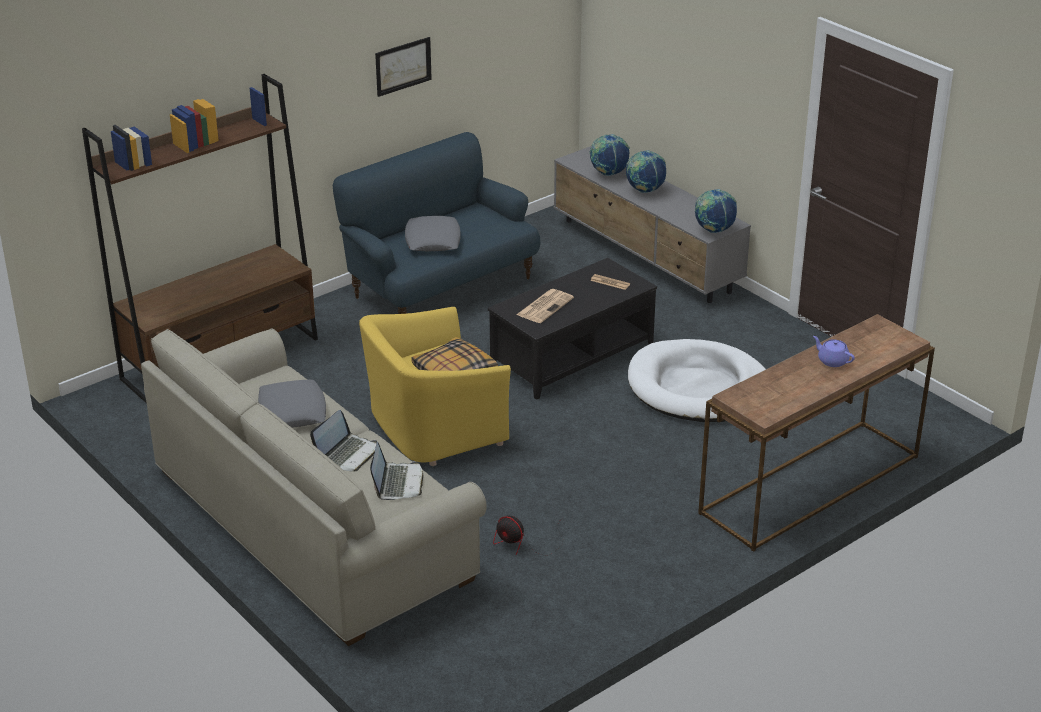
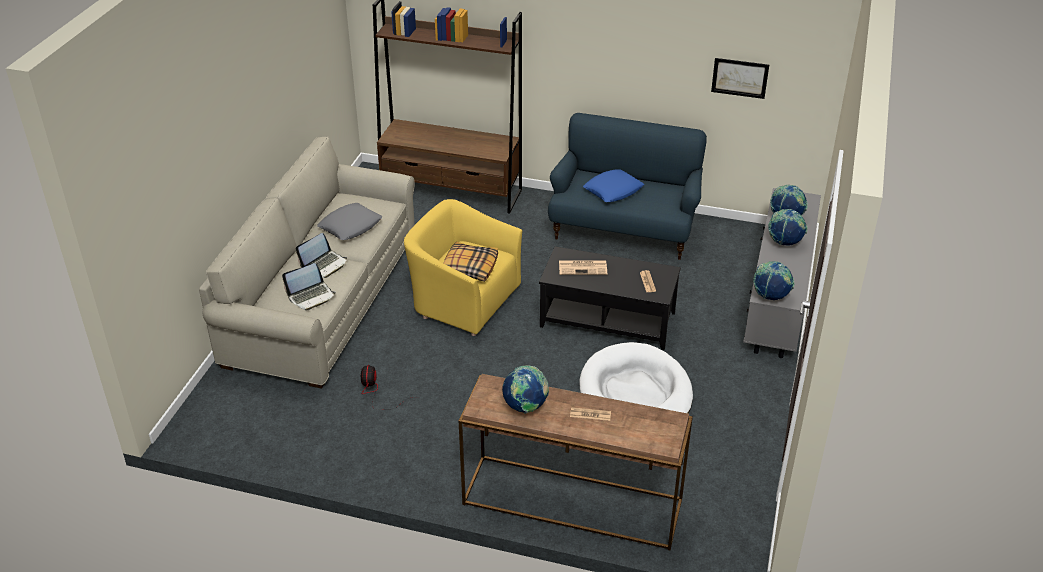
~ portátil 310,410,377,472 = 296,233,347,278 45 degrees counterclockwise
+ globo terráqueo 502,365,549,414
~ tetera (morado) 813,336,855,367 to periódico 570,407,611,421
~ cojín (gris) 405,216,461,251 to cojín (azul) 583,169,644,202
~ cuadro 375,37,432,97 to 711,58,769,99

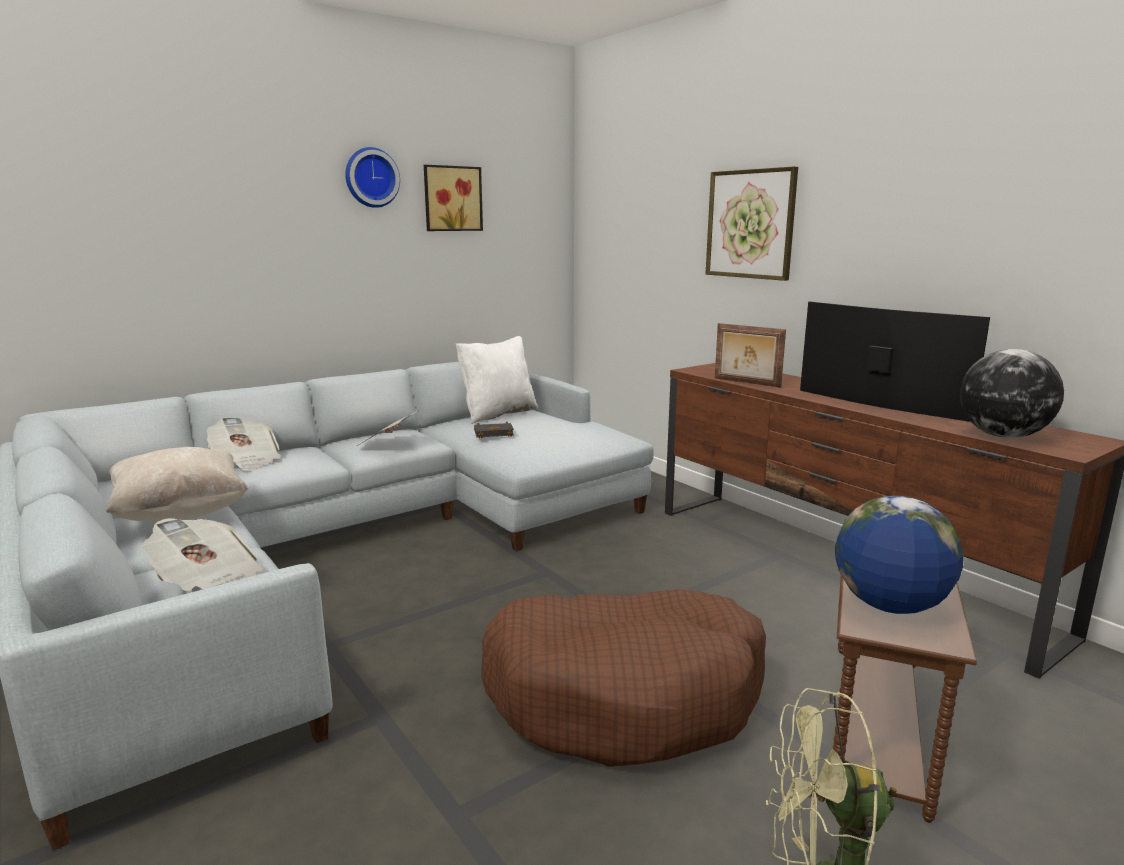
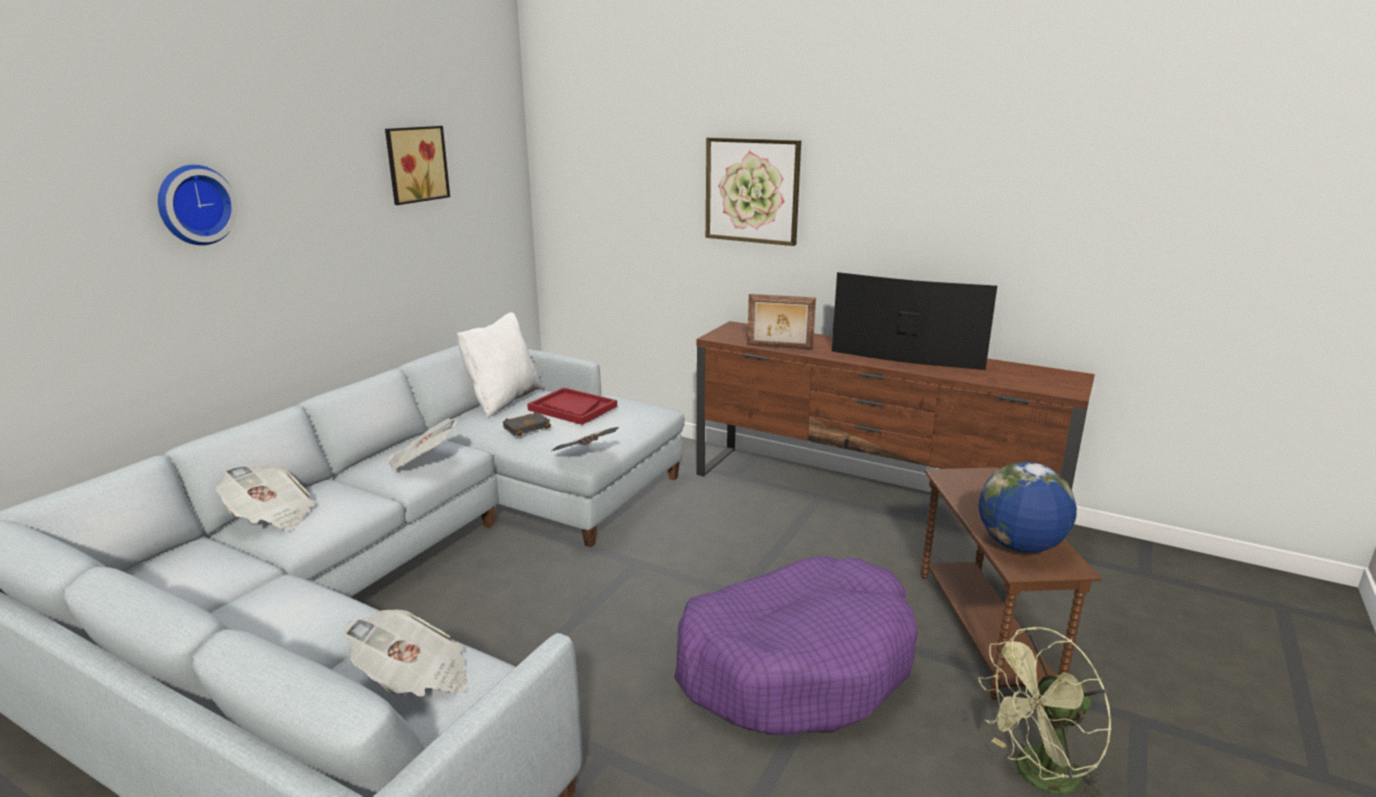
~ reloj de pared 345,147,400,208 to 158,165,238,245
+ bandeja (rojo) 527,387,617,425
+ periódico 552,427,619,451
~ cama para perro (marrón) 481,589,766,767 to cama para perro (morado) 674,556,918,735
- cojín (beis) 105,447,249,522
- globo terráqueo 960,349,1064,438

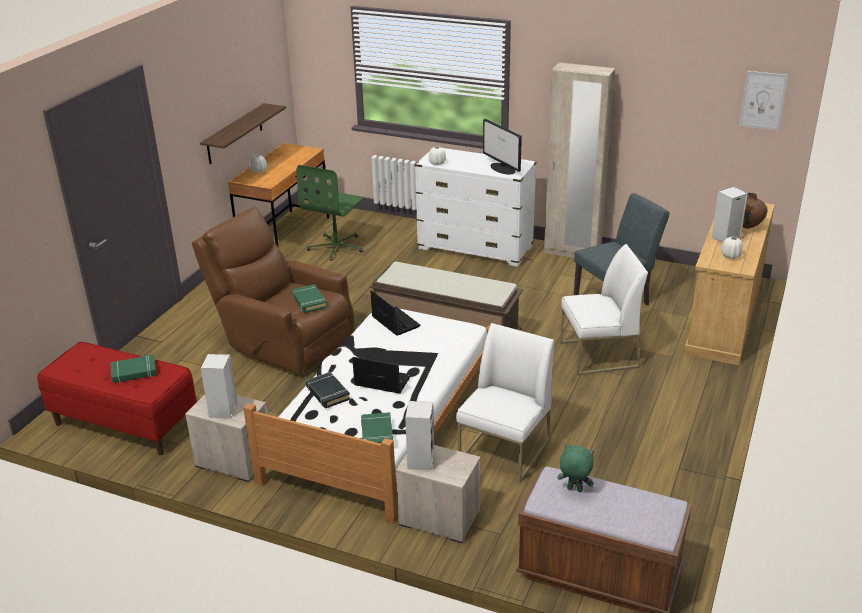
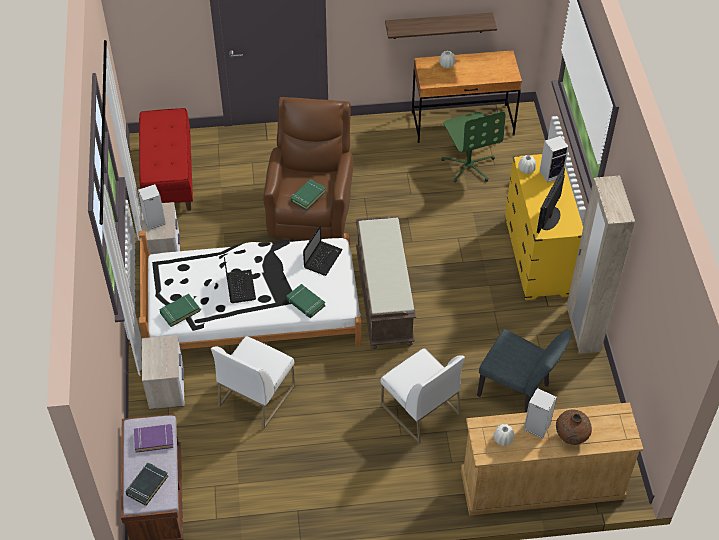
~ libro (negro) 306,372,350,408 to 125,463,168,506
~ peluche (verde) 557,444,594,492 to libro (morado) 134,424,173,453
~ silla (blanco) 456,323,554,483 = 211,336,295,429 120 degrees clockwise
~ libro (verde) 110,355,157,383 to 286,284,325,318
~ silla de oficina (verde) 296,165,364,261 = 441,111,505,183 105 degrees counterclockwise
~ cómoda (blanco) 415,148,537,267 to cómoda (amarillo) 505,154,583,300
~ altavoz 405,401,434,470 to 539,136,569,183
- cuadro 739,71,788,131

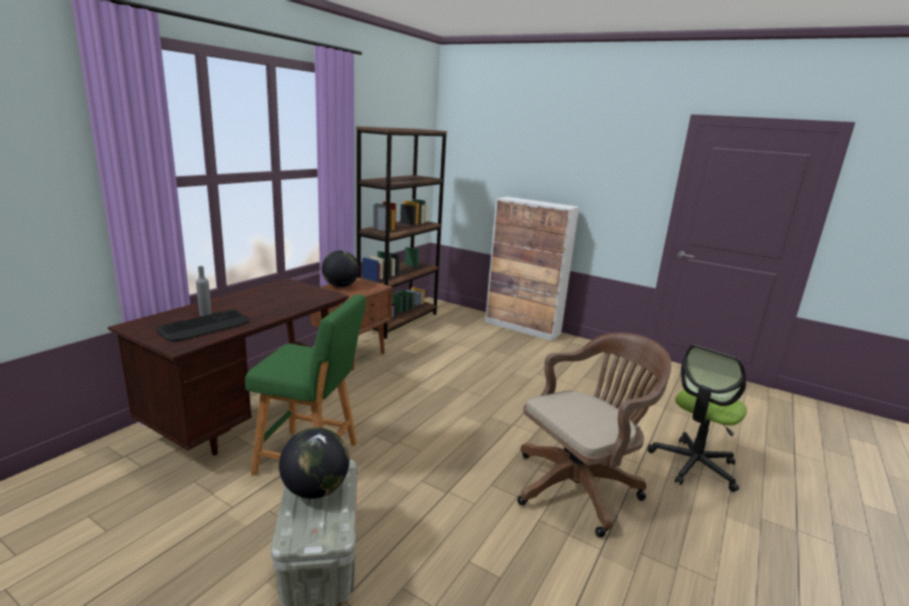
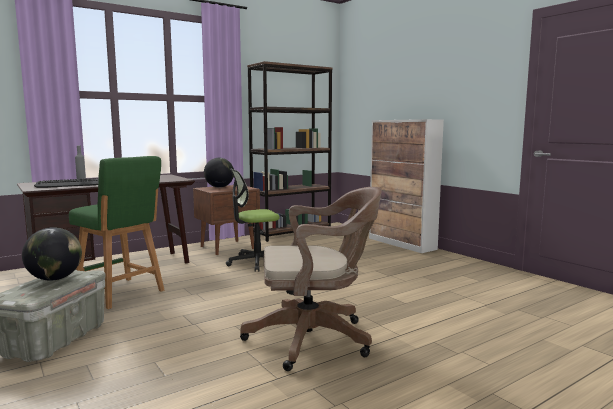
~ silla de oficina 647,345,747,492 to 226,169,280,272

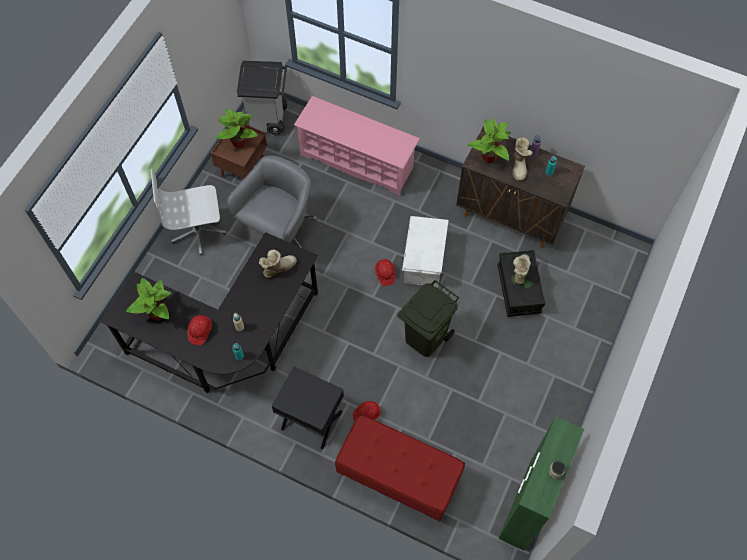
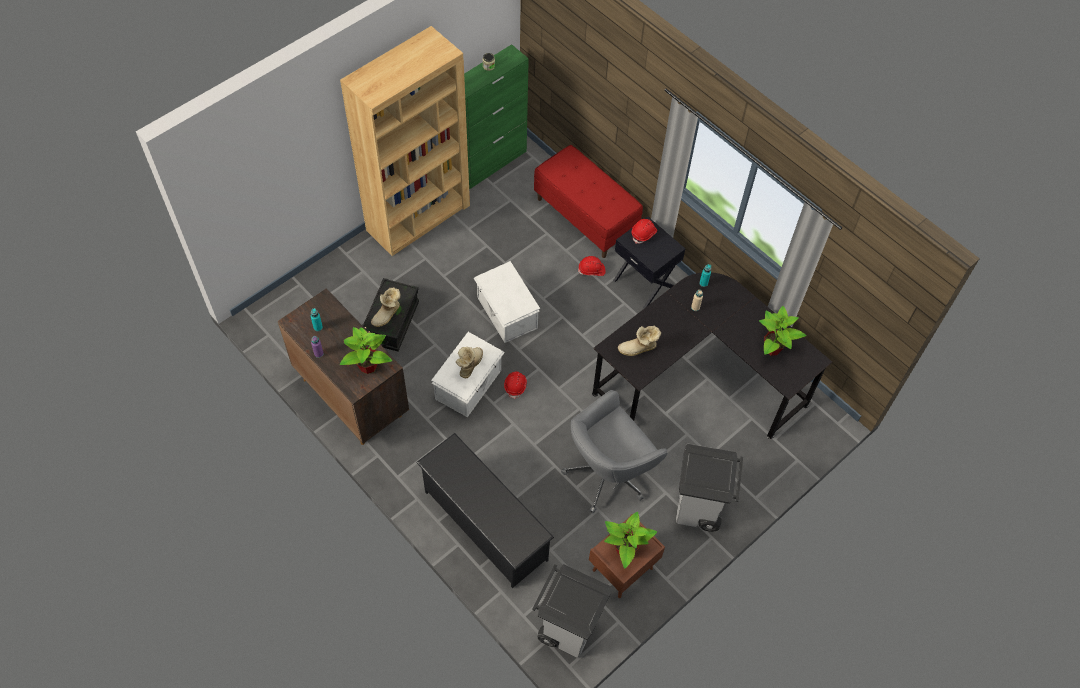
+ estantería (marrón) 340,26,470,256
~ zapatero (rosa) 294,96,420,196 to zapatero (negro) 416,433,554,588
~ bota 512,137,533,181 to 456,347,483,378
~ papelera (verde) 397,280,459,357 to caja de almacenaje (blanco) 474,261,540,343
~ casco (rojo) 187,315,212,345 to 632,219,657,244
~ silla de oficina (blanco) 151,169,226,255 to papelera (gris) 676,443,743,532

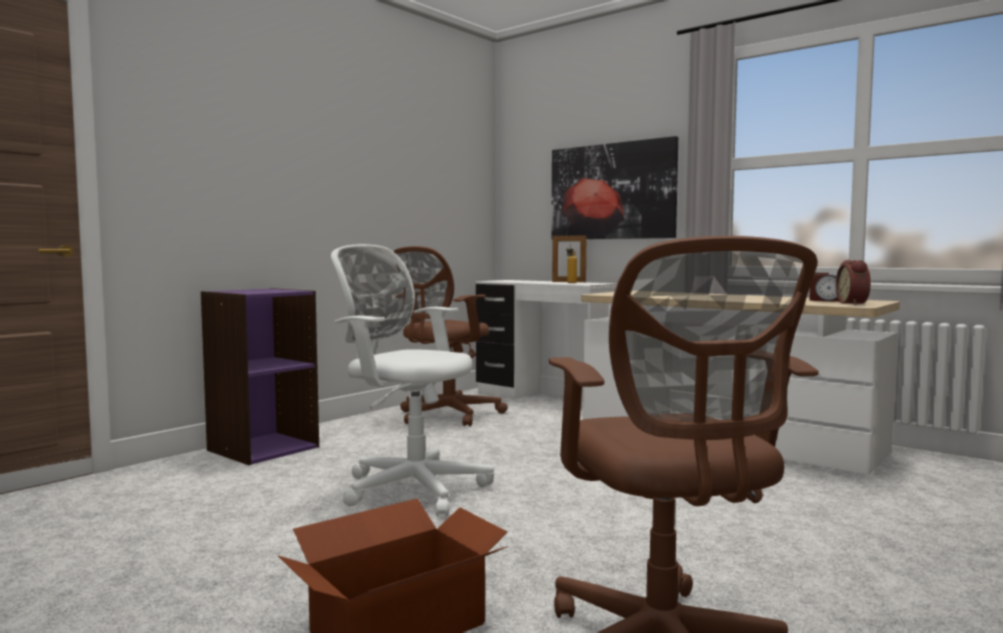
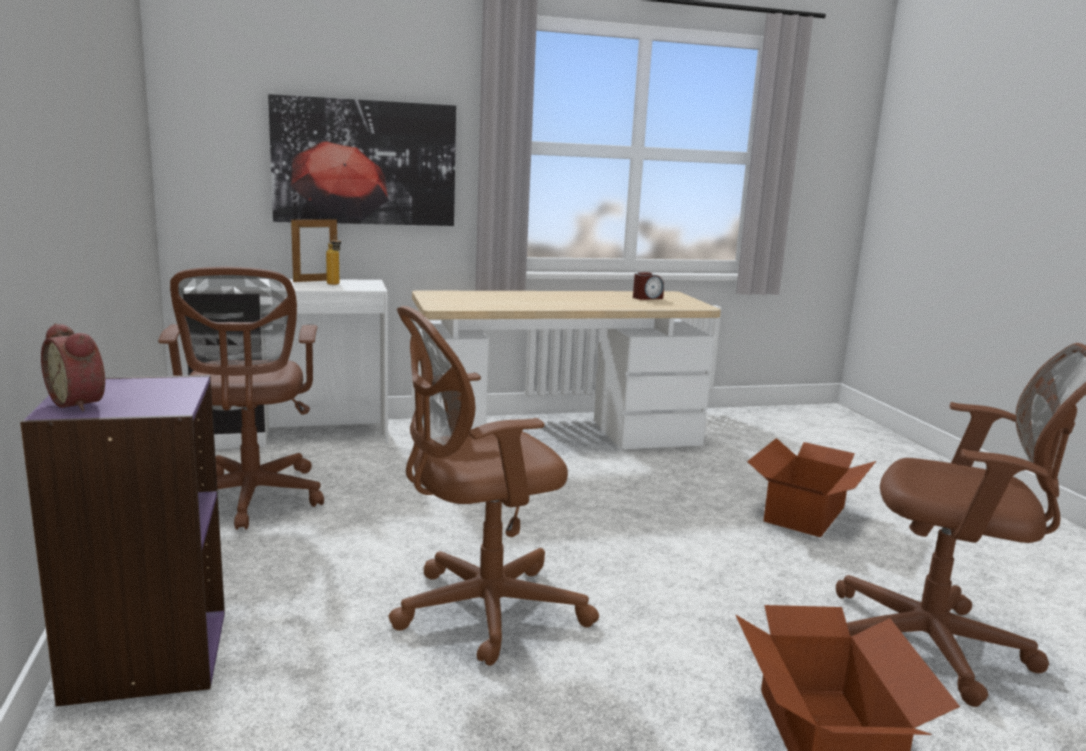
~ despertador 836,260,871,305 to 41,323,105,412
~ silla de oficina (blanco) 331,244,494,517 to silla de oficina (marrón) 388,306,599,666
+ caja de cartón 747,438,876,538

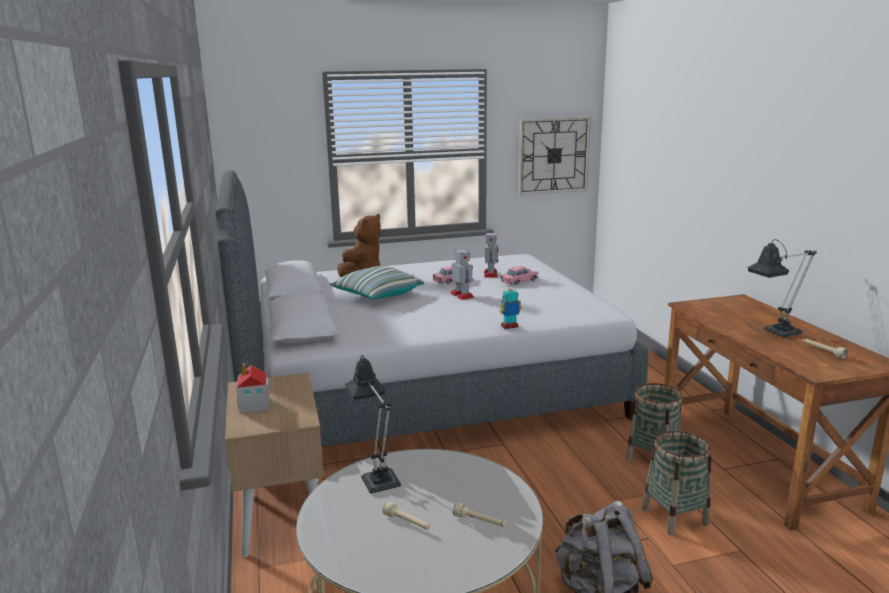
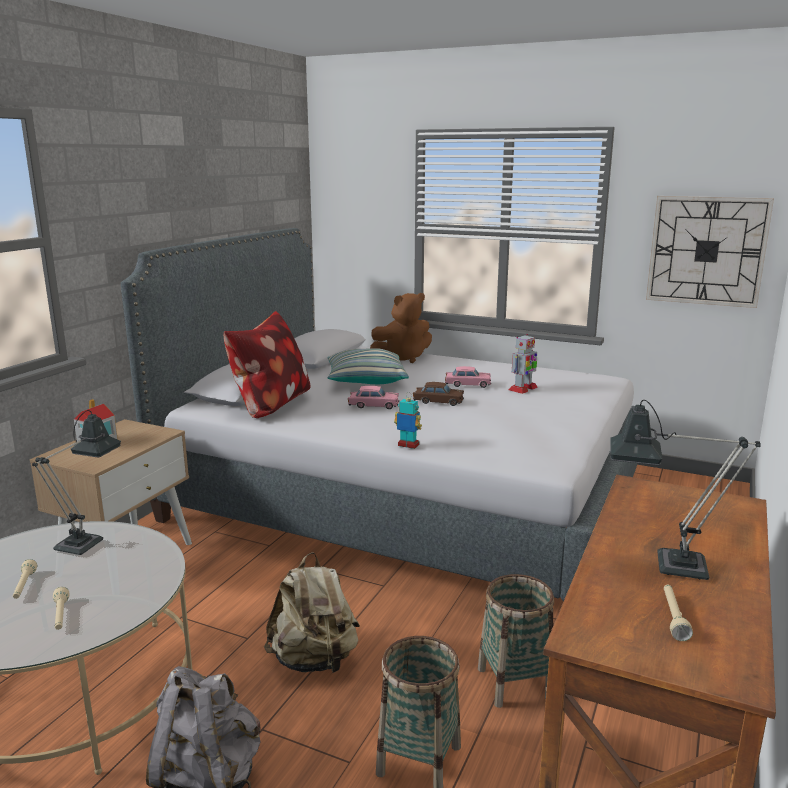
+ cojín 223,311,310,418
+ mochila (beis) 264,552,360,674
~ coche de juguete (rosa) 501,266,538,285 to 348,386,399,409
~ robot de juguete 450,249,474,300 to coche de juguete (marrón) 413,382,464,406

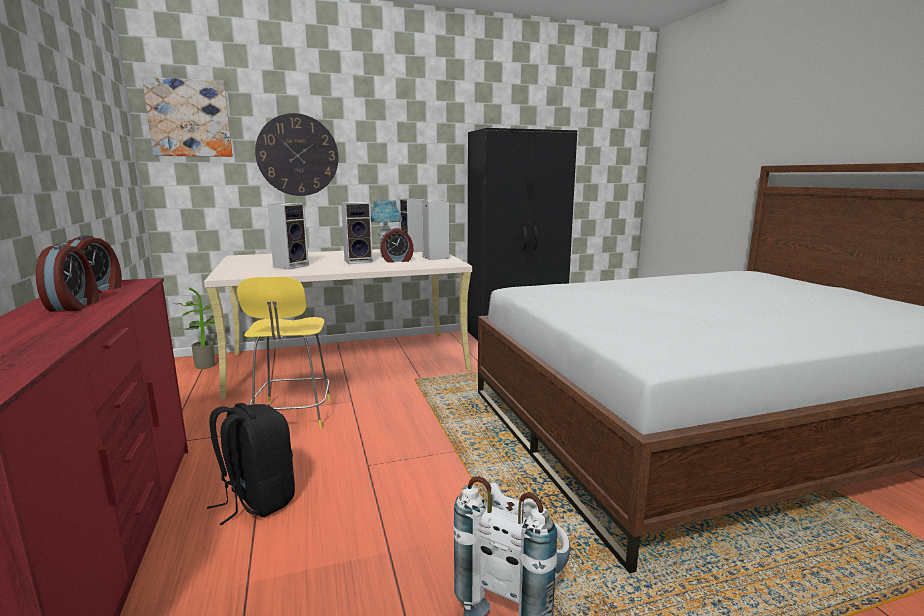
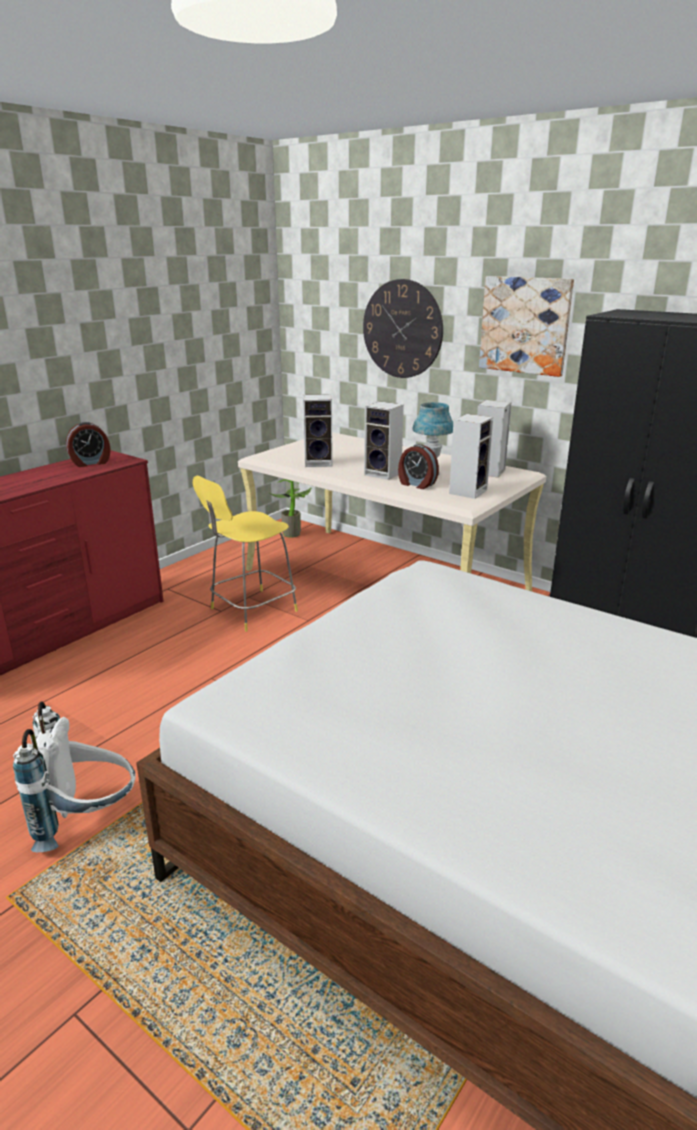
~ cuadro 142,77,233,157 to 479,276,574,377
- despertador 36,243,99,312
- mochila (negro) 207,403,295,525

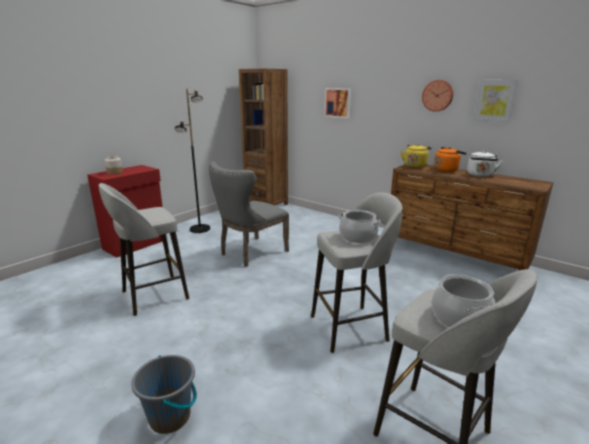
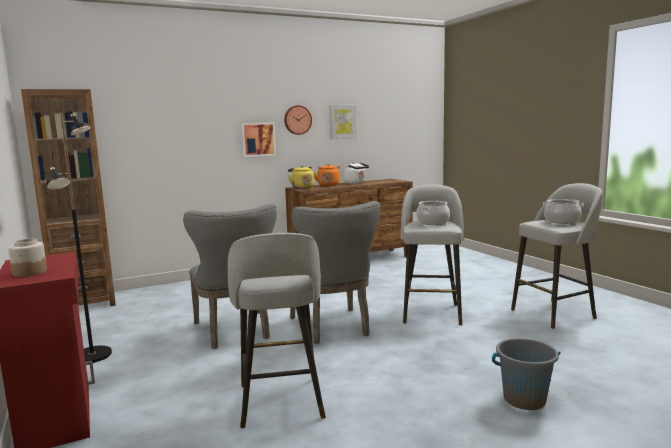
~ cuadro 324,88,351,118 to 241,123,276,157
+ silla (gris) 290,201,380,344

